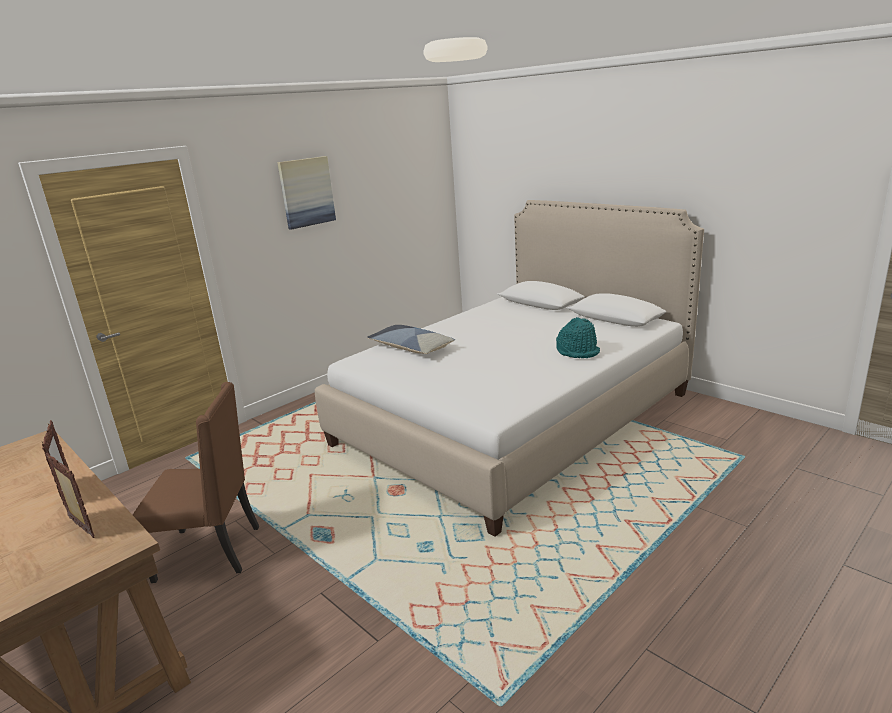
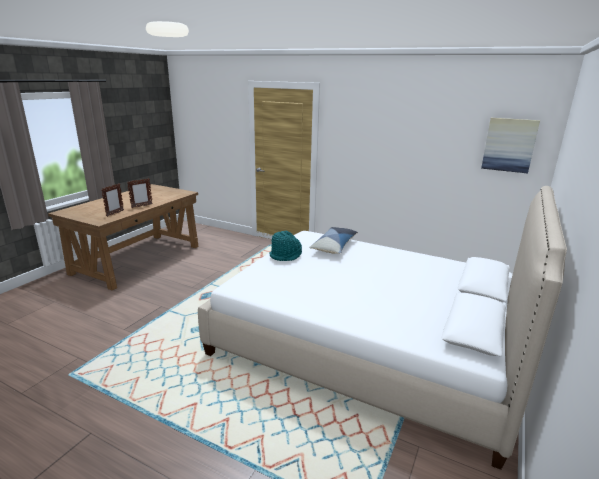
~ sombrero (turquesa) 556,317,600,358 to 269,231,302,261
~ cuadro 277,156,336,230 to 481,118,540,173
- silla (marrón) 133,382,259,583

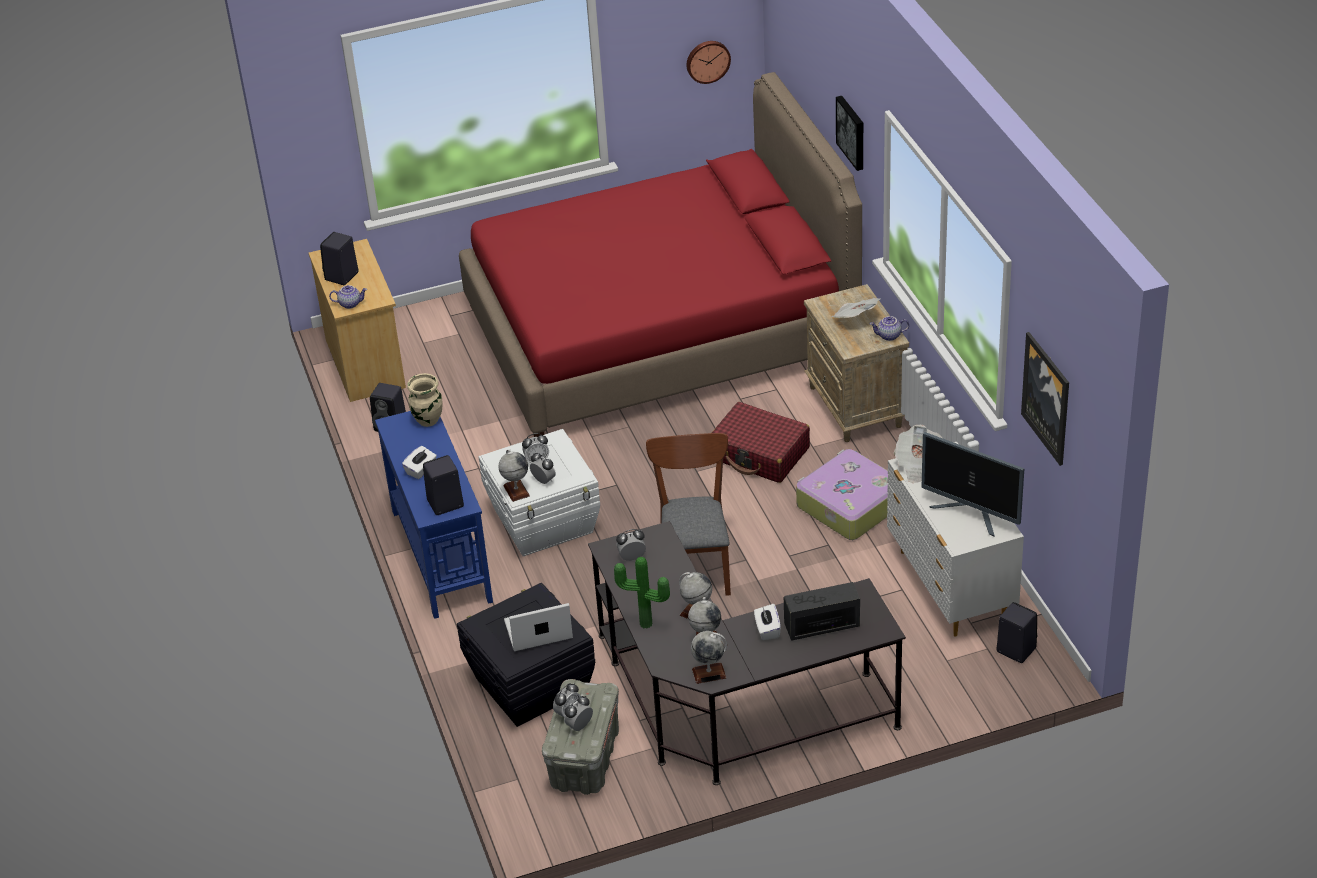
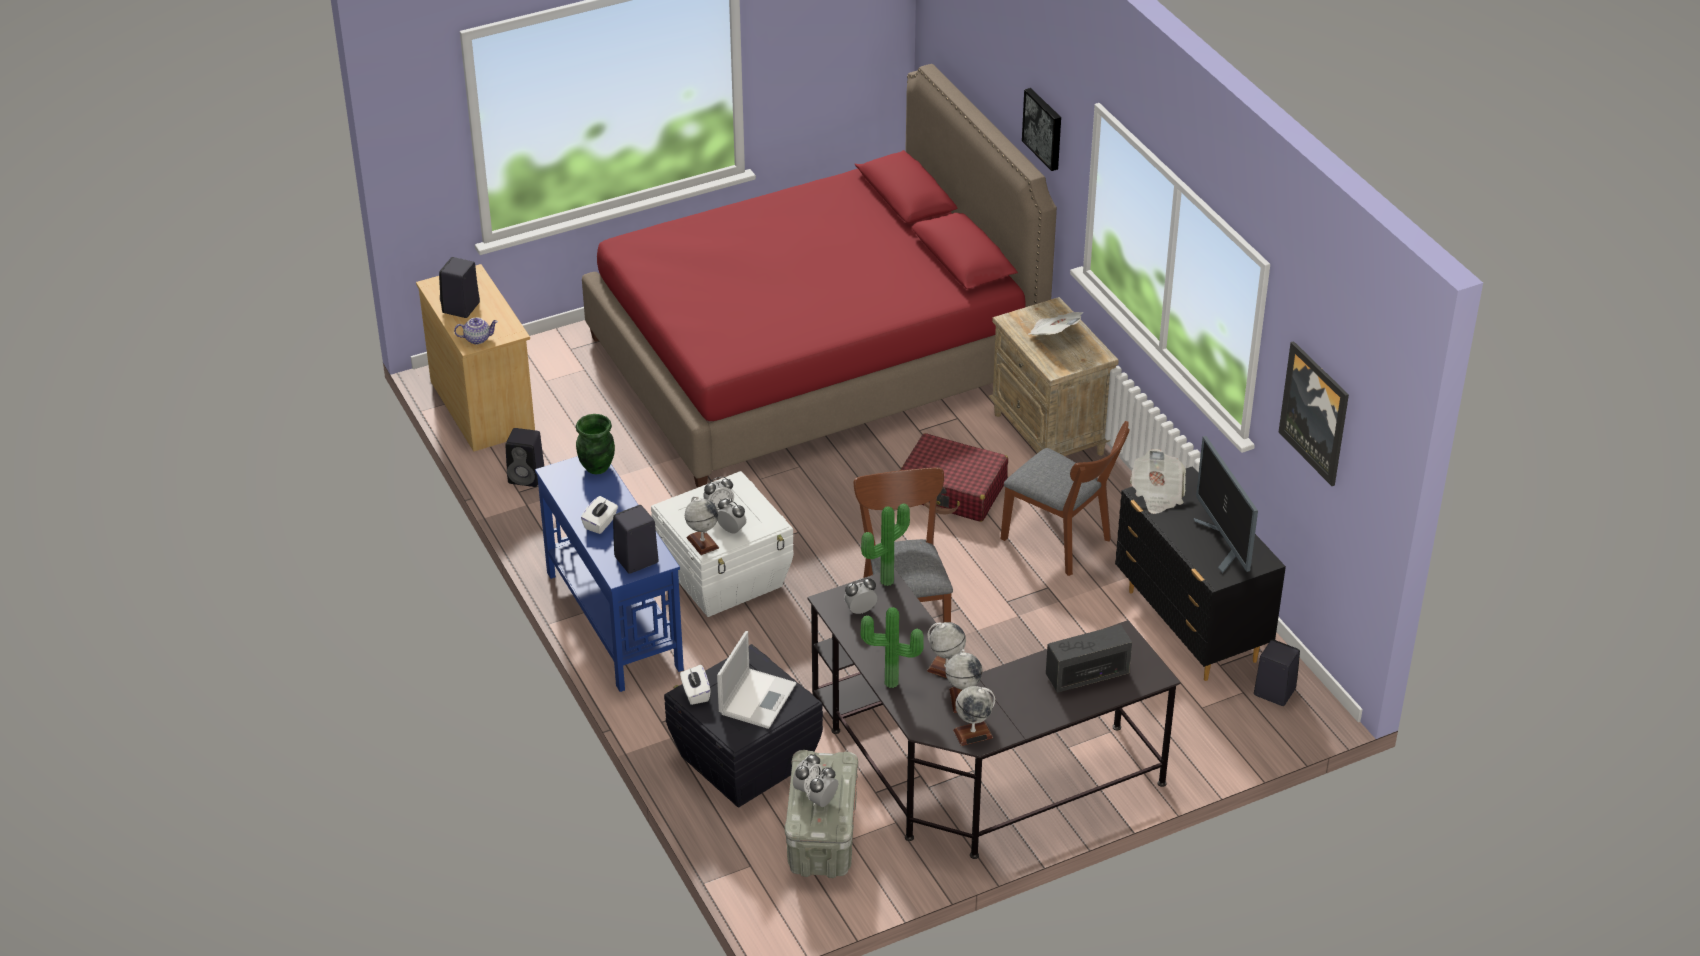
~ florero (beis) 407,373,442,427 to florero (verde) 576,414,615,474
~ caja de pañuelos (blanco) 754,604,781,640 to 680,665,711,705
~ portátil 504,603,573,651 = 717,631,797,729 135 degrees clockwise
+ planta en maceta 861,503,910,586
~ maleta 796,449,888,540 to silla (marrón) 1000,421,1130,576
~ cómoda (blanco) 887,442,1024,636 to cómoda (negro) 1115,466,1286,681
~ monitor 921,432,1024,537 = 1194,436,1258,573 45 degrees clockwise
- reloj de pared 686,41,731,84
- tetera 870,316,909,341

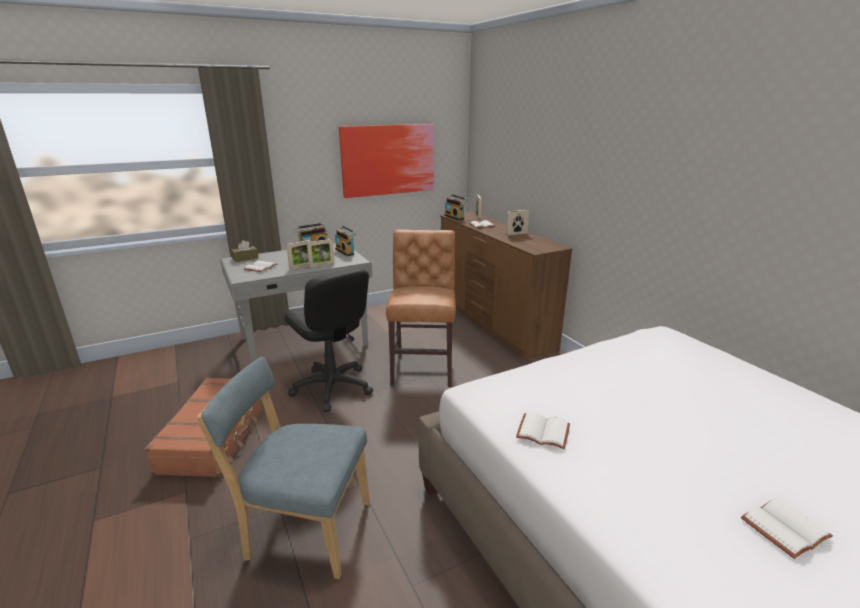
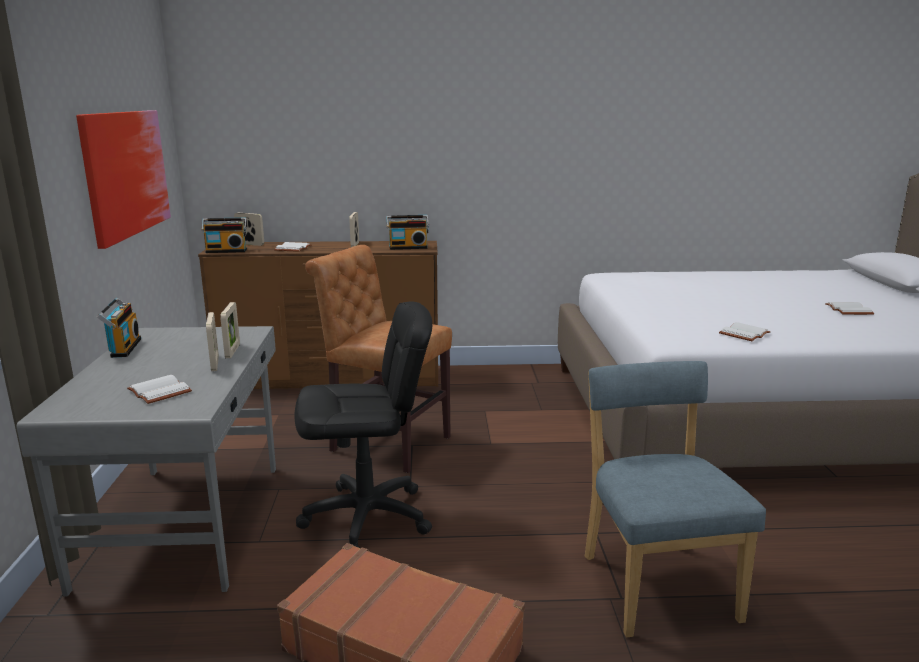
~ radio 335,226,356,256 to 386,215,429,250
~ silla (azul) 197,357,370,579 = 585,361,766,637 135 degrees clockwise
- caja de pañuelos (marrón) 231,240,258,262

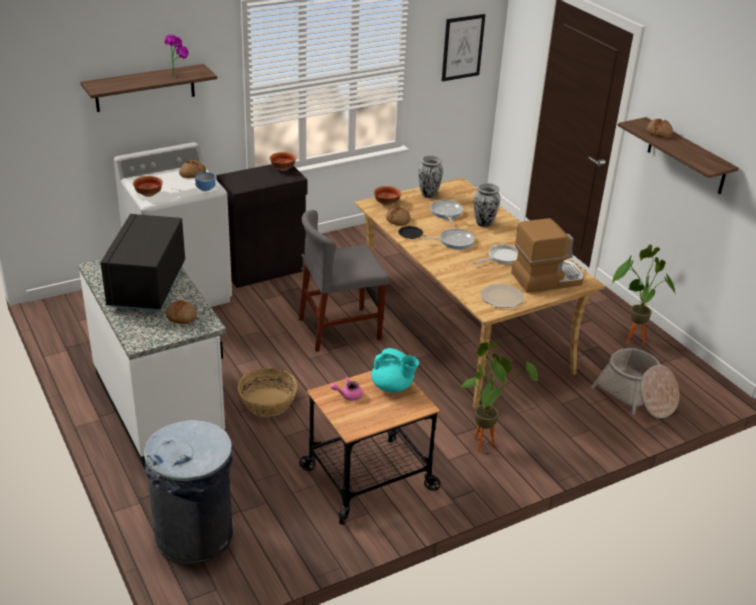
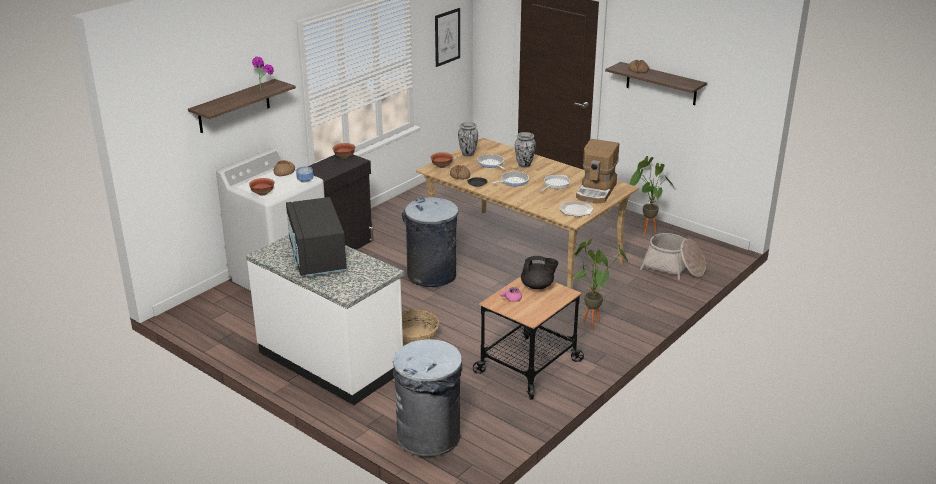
~ silla (gris) 299,210,388,352 to papelera (gris) 402,197,459,287
~ tetera (turquesa) 371,348,419,393 to tetera (negro) 521,256,558,290
~ cafetera 511,218,584,293 = 576,139,619,204 150 degrees clockwise
- pan 166,300,197,324

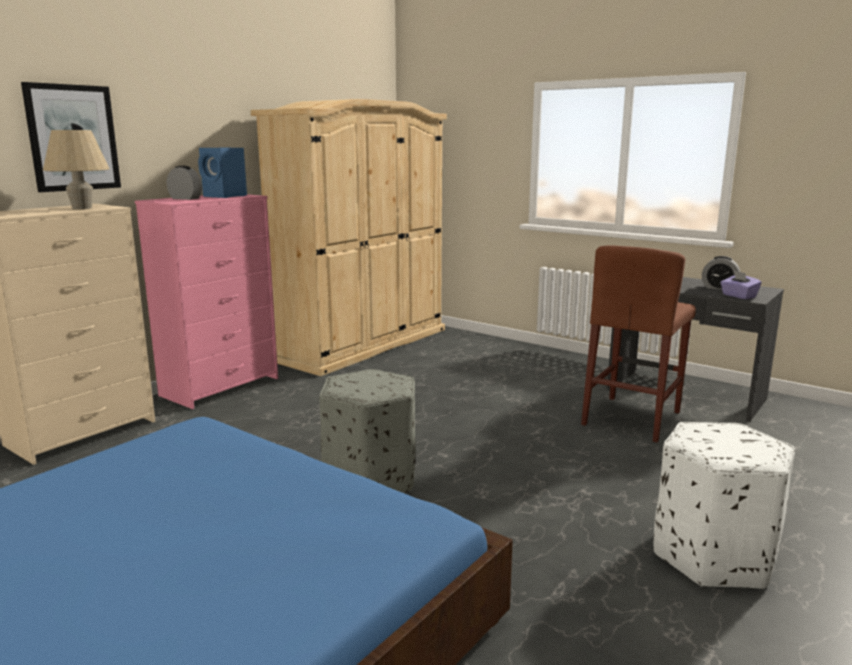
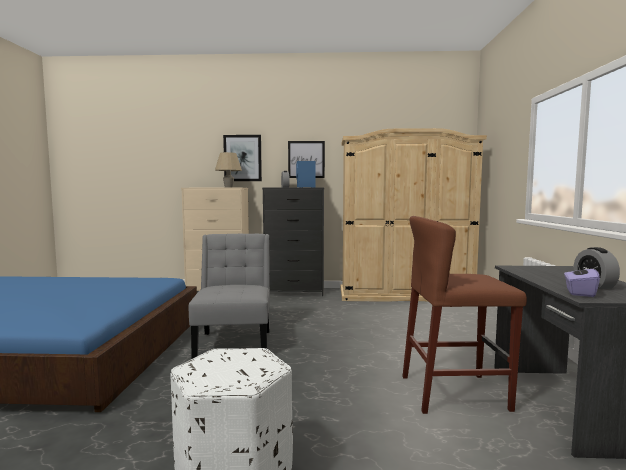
~ puf (gris) 319,369,416,493 to silla (gris) 189,234,270,359
~ cómoda (rosa) 135,194,278,409 to cómoda (negro) 262,188,324,296
+ cuadro 288,141,325,178

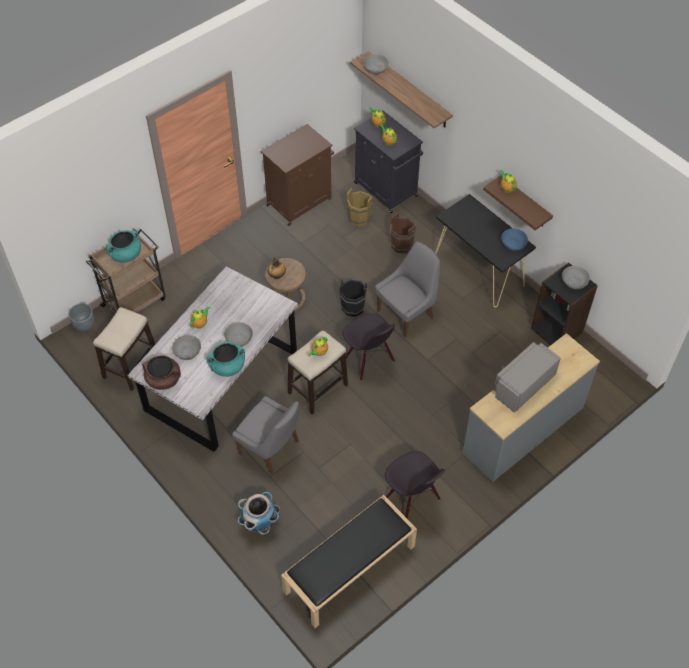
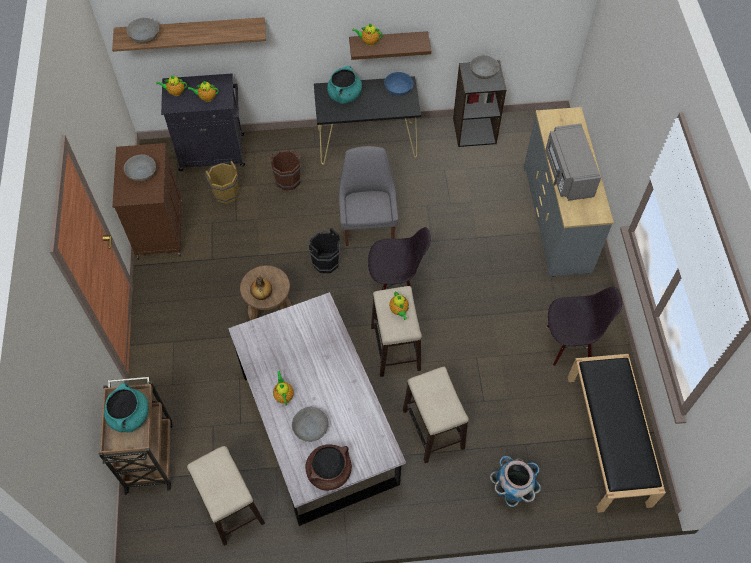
~ cuenco (gris) 224,322,253,347 to 124,155,156,181
~ olla (turquesa) 207,342,245,377 to 327,65,362,104
~ silla (gris) 232,396,299,474 to taburete 403,367,469,463
- maceta (gris) 68,303,95,332

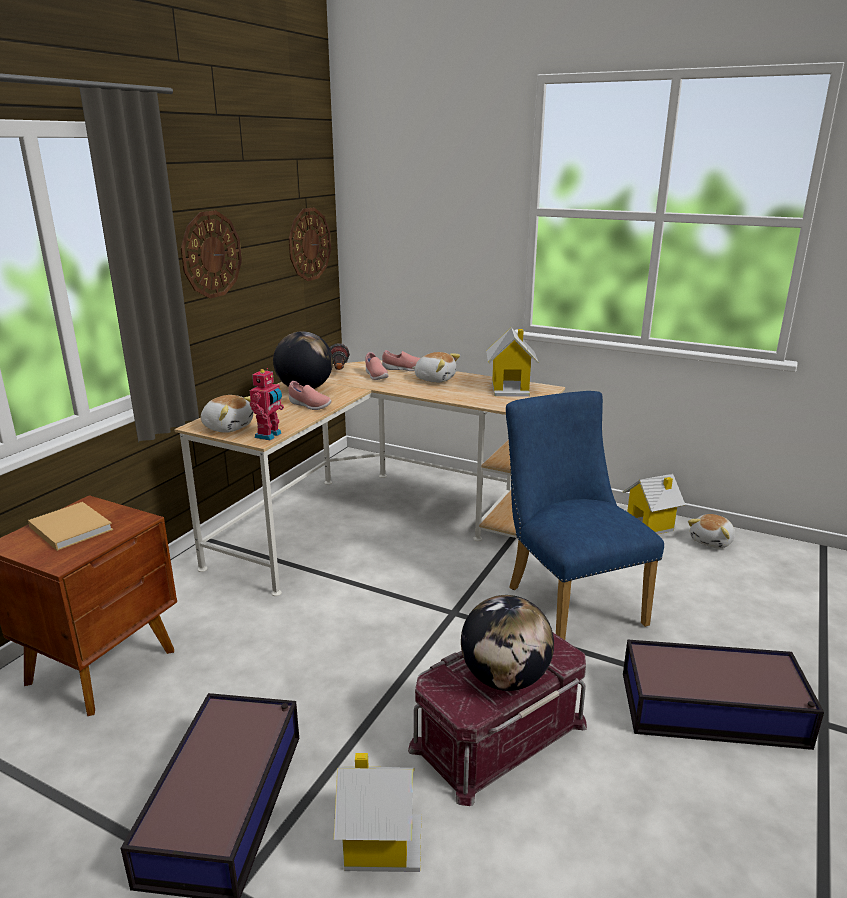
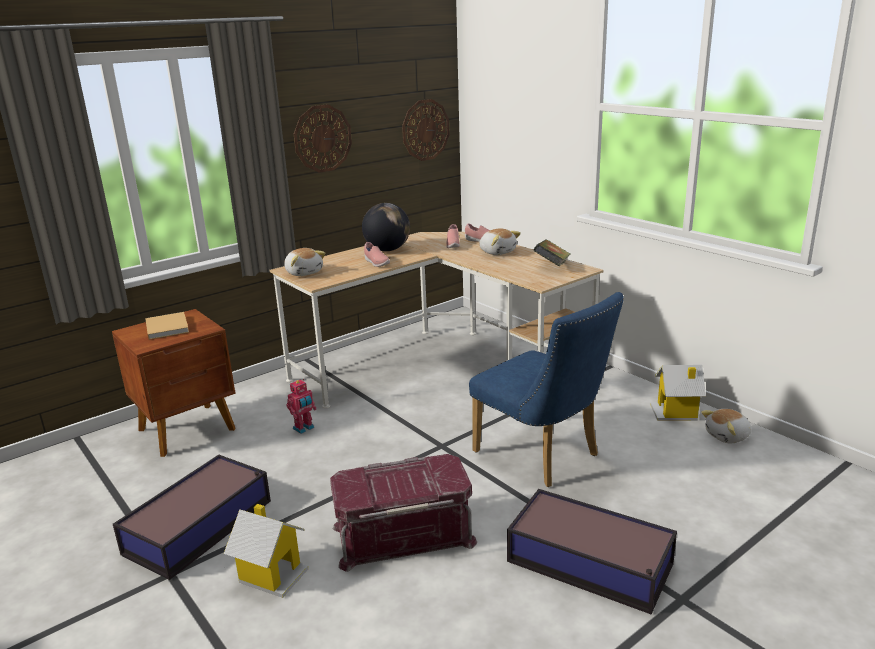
~ robot de juguete 250,368,284,441 to 287,379,316,434
~ silla (azul) 506,391,664,640 = 469,292,624,487 135 degrees clockwise
~ casita 486,327,539,397 to libro 534,239,570,266
- linterna 330,343,350,370
- globo terráqueo 461,595,554,691

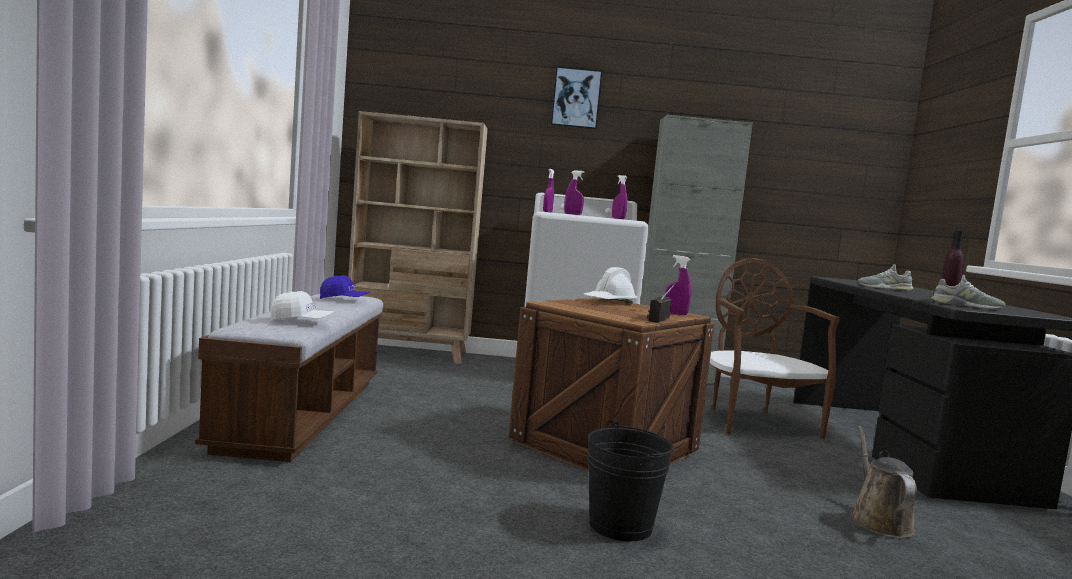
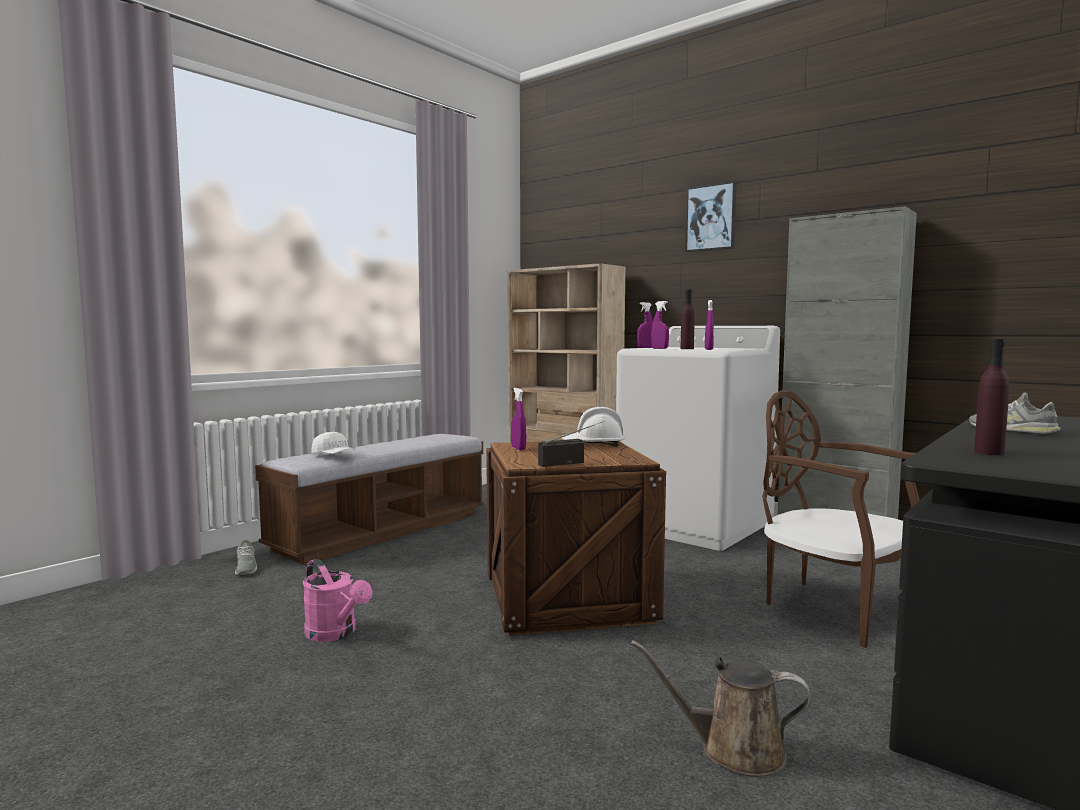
~ zapato (gris) 931,275,1006,309 to 235,540,257,575
+ regadera (rosa) 303,559,372,642
~ pulverizador (morado) 665,255,691,315 to 511,388,526,450
~ regadera (marrón) 851,426,917,538 = 631,640,811,777 120 degrees counterclockwise
+ botella (morado) 681,290,695,349
~ silla (marrón) 710,258,840,439 = 762,390,920,648 75 degrees counterclockwise
- gorra (azul) 320,275,370,299
- cubo (negro) 587,421,674,541

